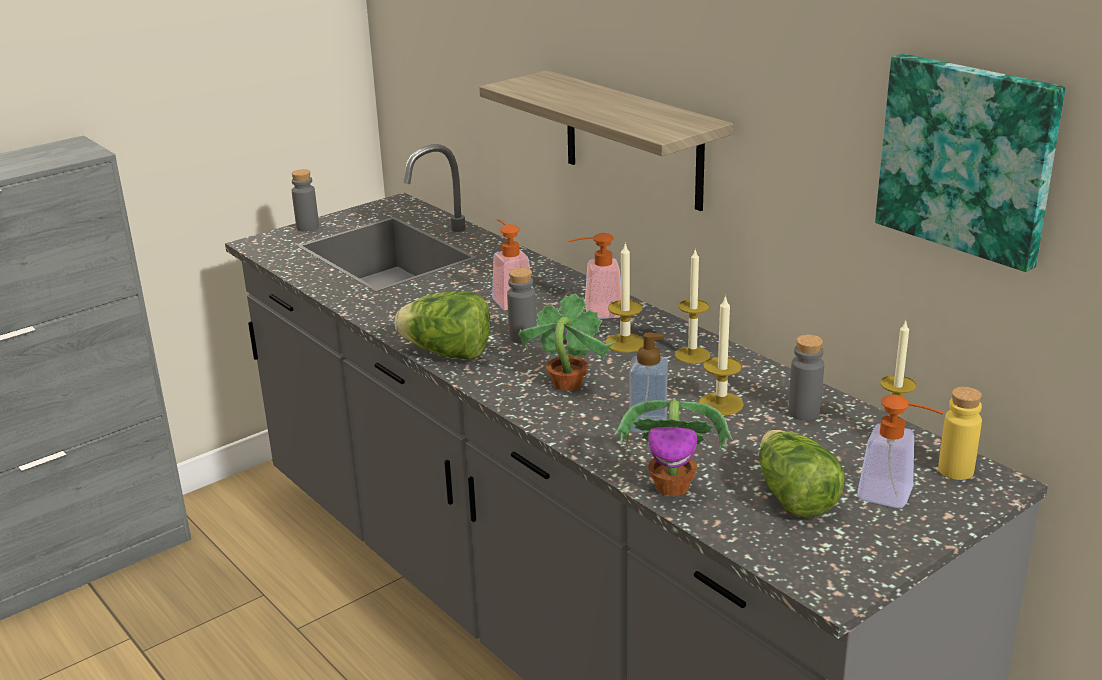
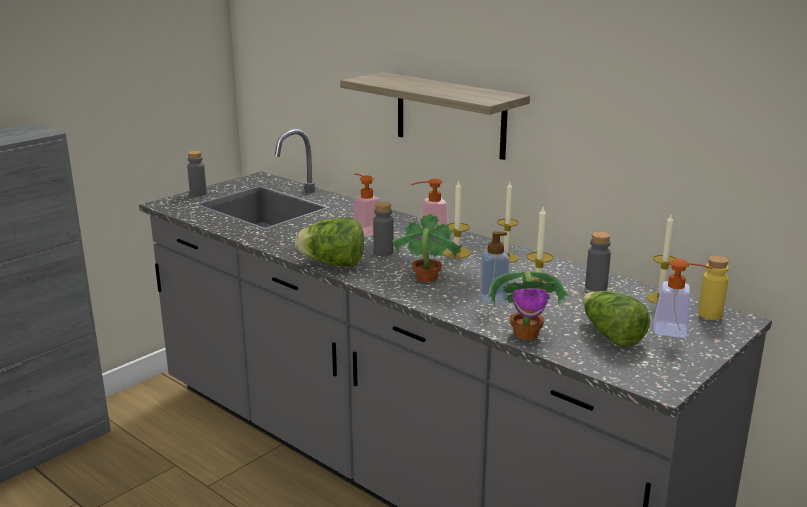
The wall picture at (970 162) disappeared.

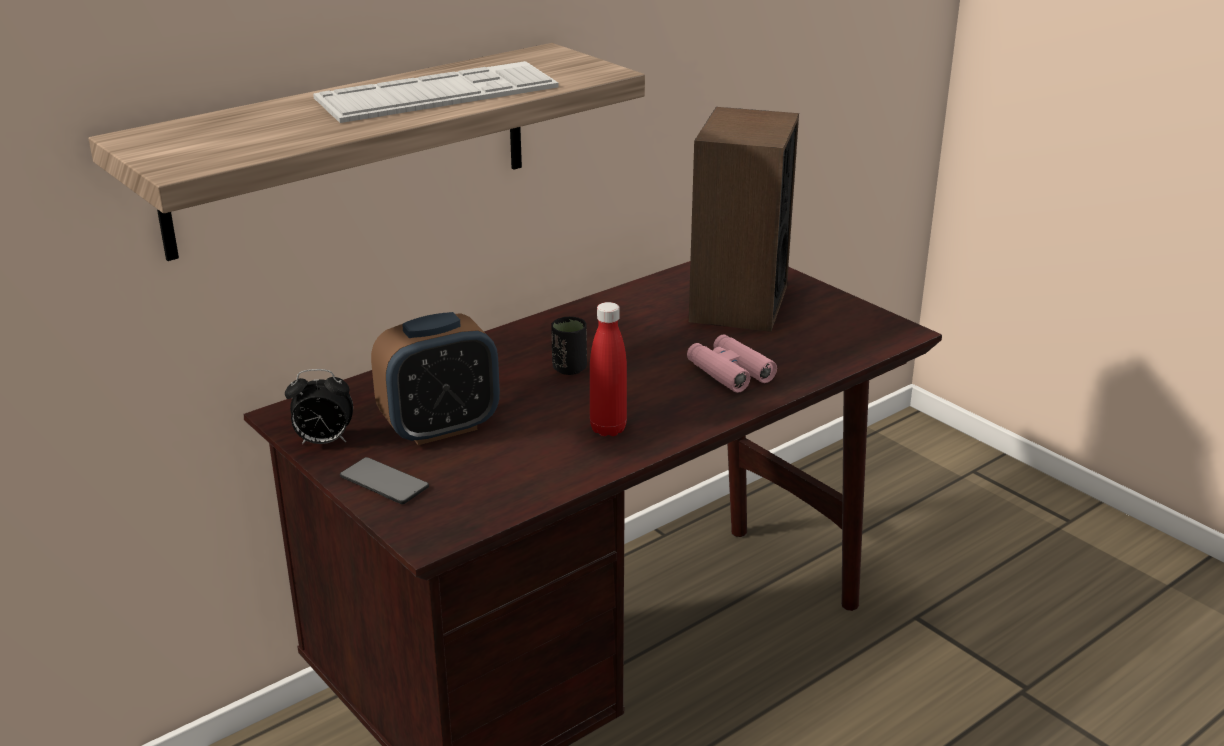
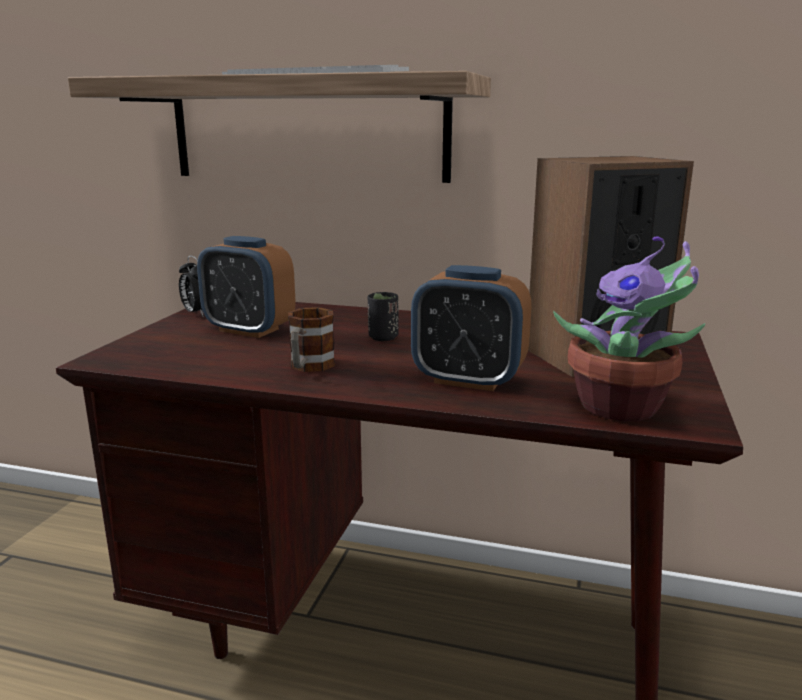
The red beverage bottle at (608 369) was replaced by the tea mug at (311 339).
The pink pair of binoculars at (732 363) was replaced by the bedside clock at (471 328).
The handset at (384 480) disappeared.
The houseplant at (629 328) appeared.

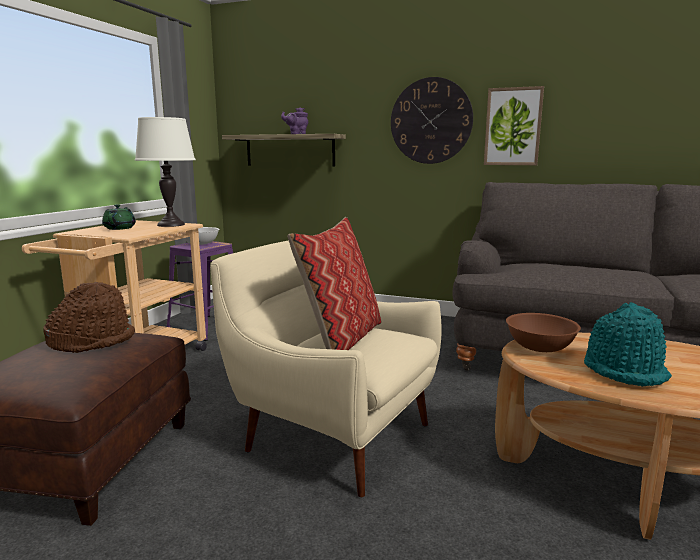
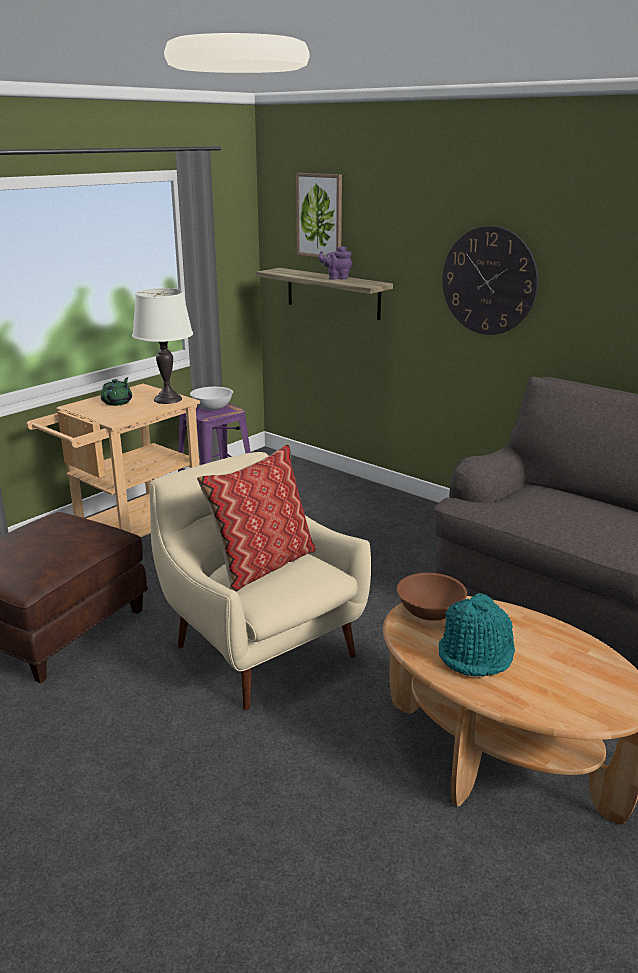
The wall picture moved from (514 125) to (319 215).
The brownish hat at (89 317) disappeared.

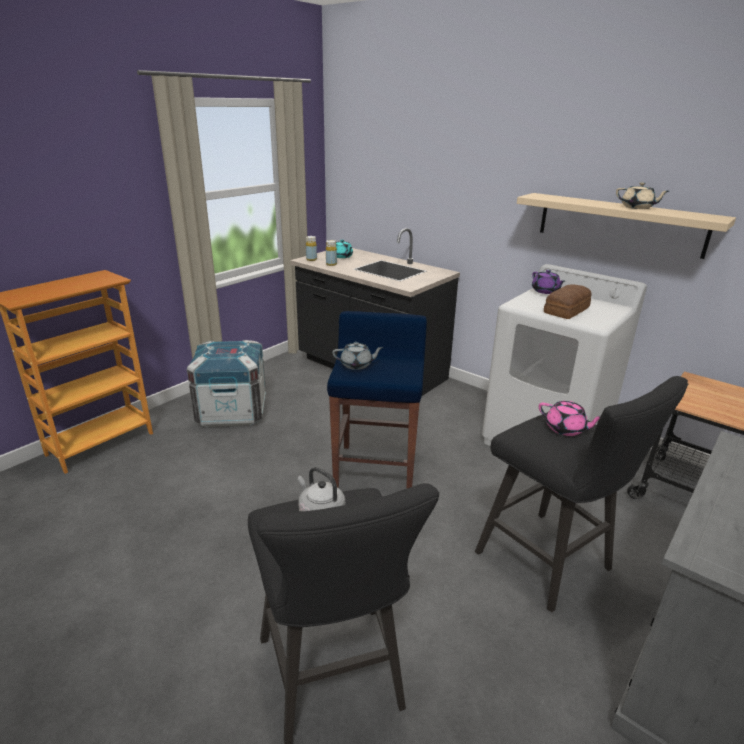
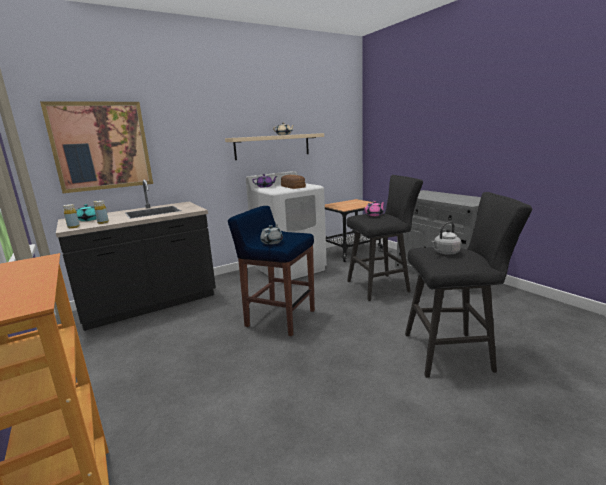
The shipping crate at (226 383) disappeared.
The wall picture at (96 147) appeared.

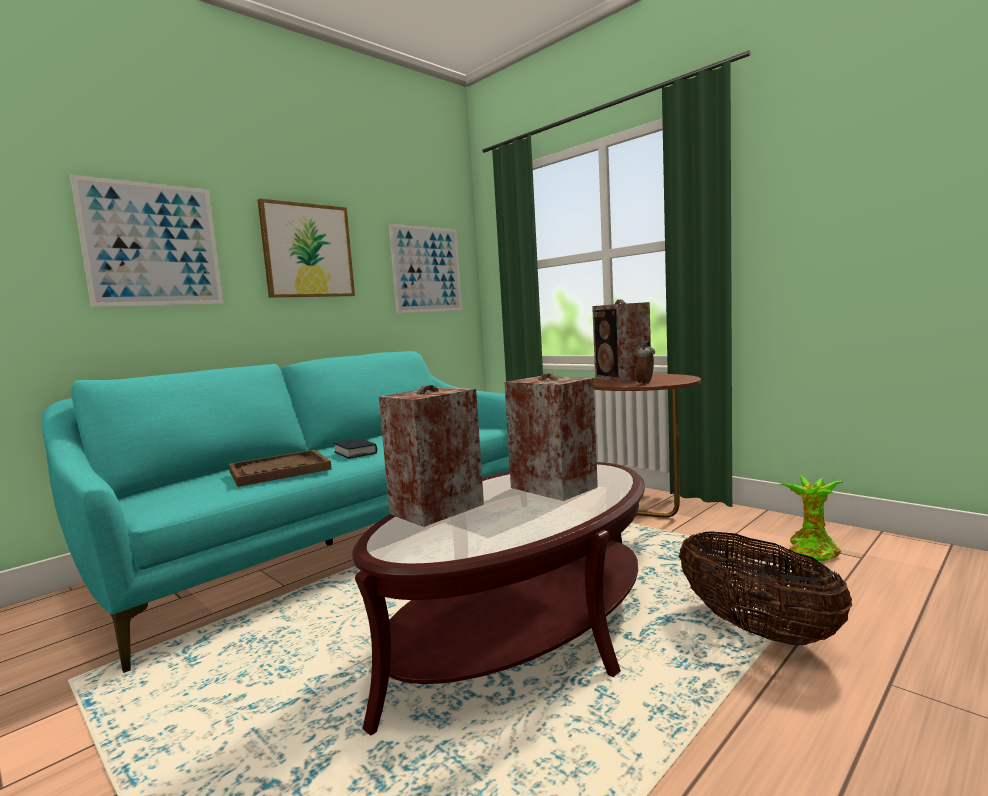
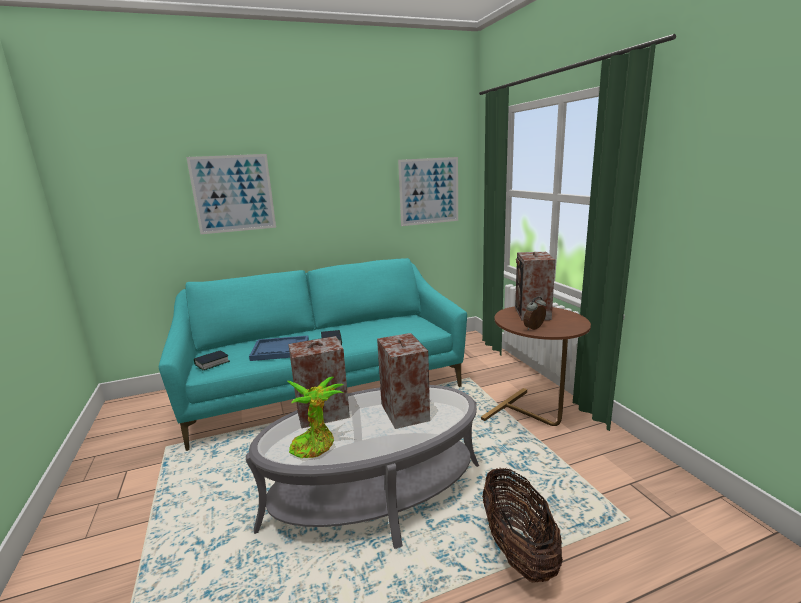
The wall picture at (306 248) disappeared.
The brownish serving tray at (280 468) became the blue-coloured serving tray at (279 348).
The brownish low table at (498 599) became the greyish low table at (362 467).
The houseplant moved from (812 518) to (315 417).
The volume at (212 360) appeared.

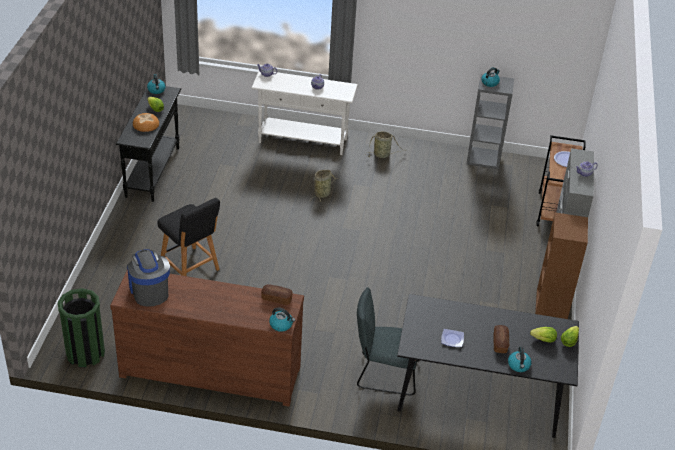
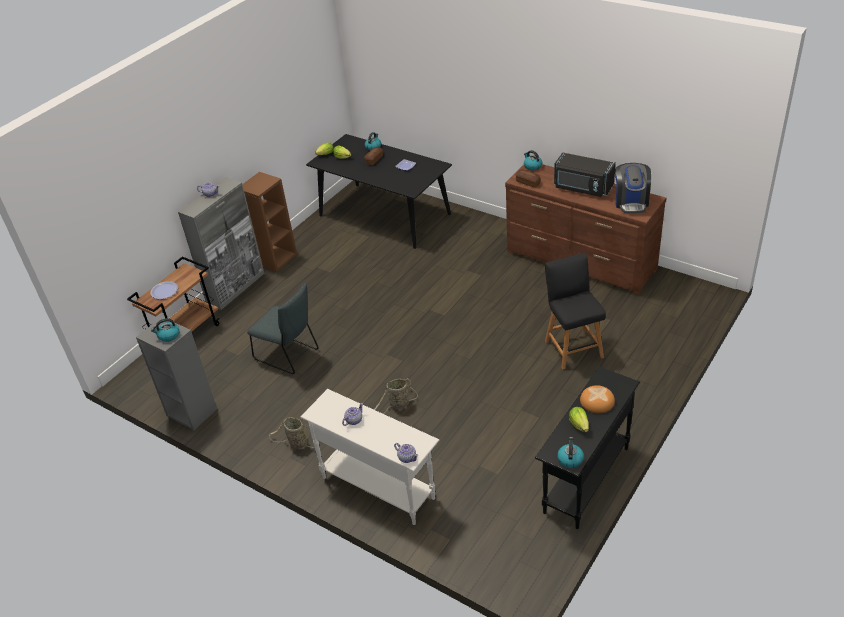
The greyish upright chair moved from (388 341) to (283 328).
The green rubbish bin at (81 327) disappeared.
The black-coloured microwave at (585 174) appeared.

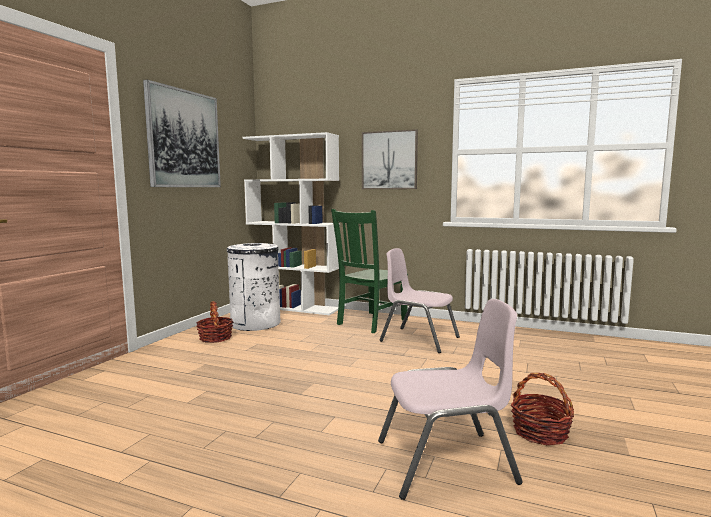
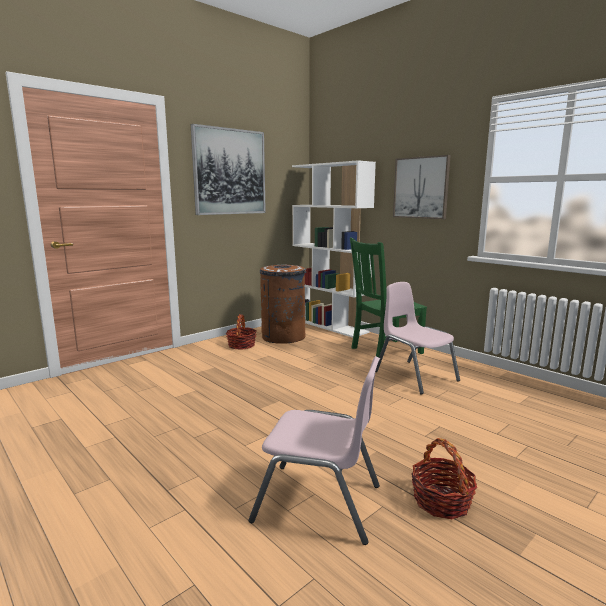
The whitish rubbish bin at (254 287) became the brownish rubbish bin at (283 304).

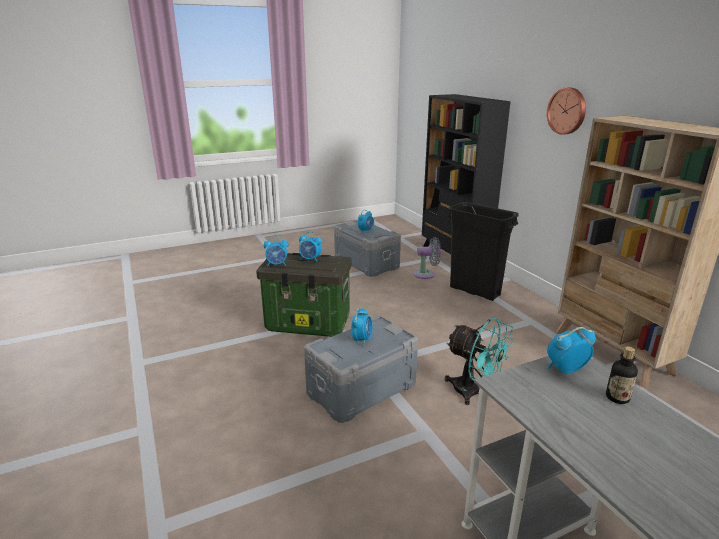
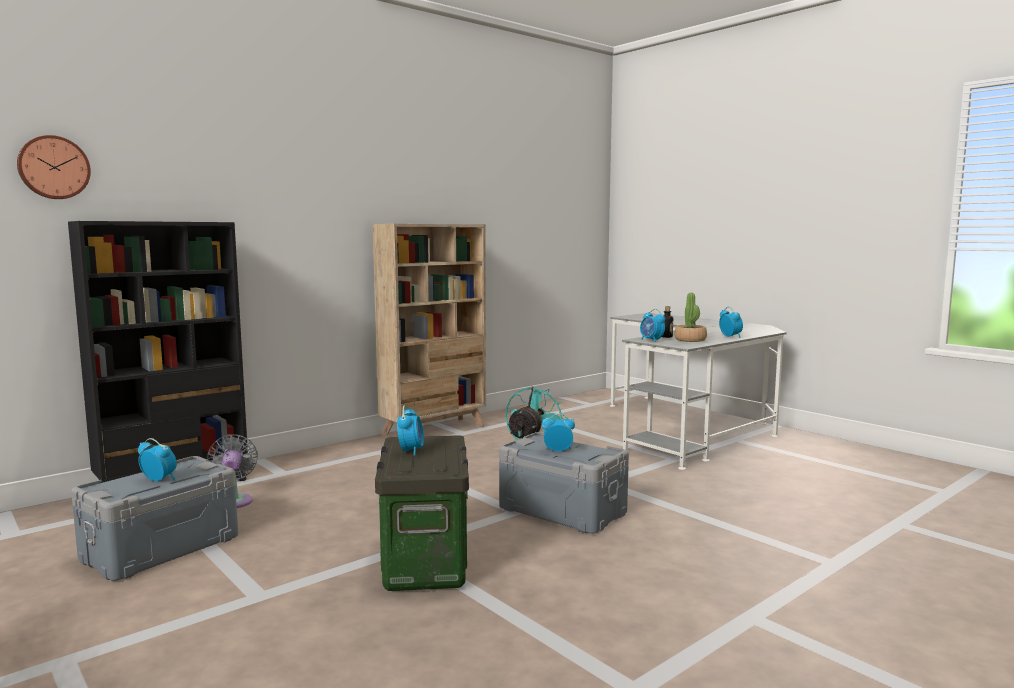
The clock on the wall moved from (566 111) to (54 167).
The black-coloured rubbish bin at (483 251) disappeared.
The bedside clock moved from (276 251) to (731 322).
The houseplant at (690 317) appeared.

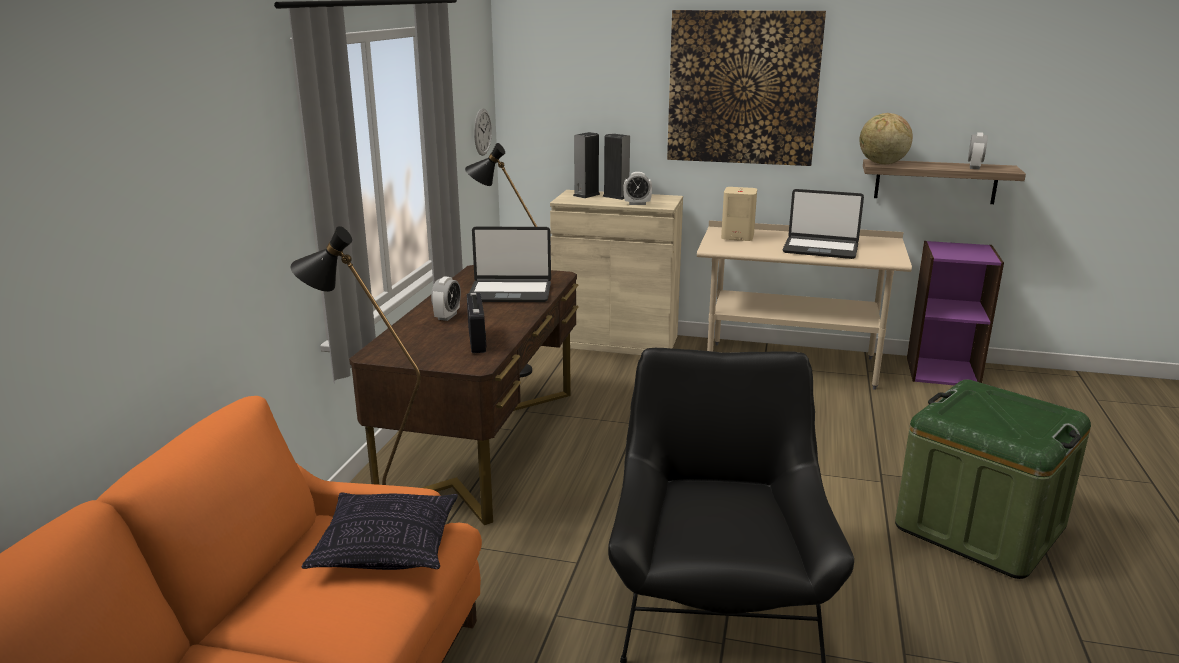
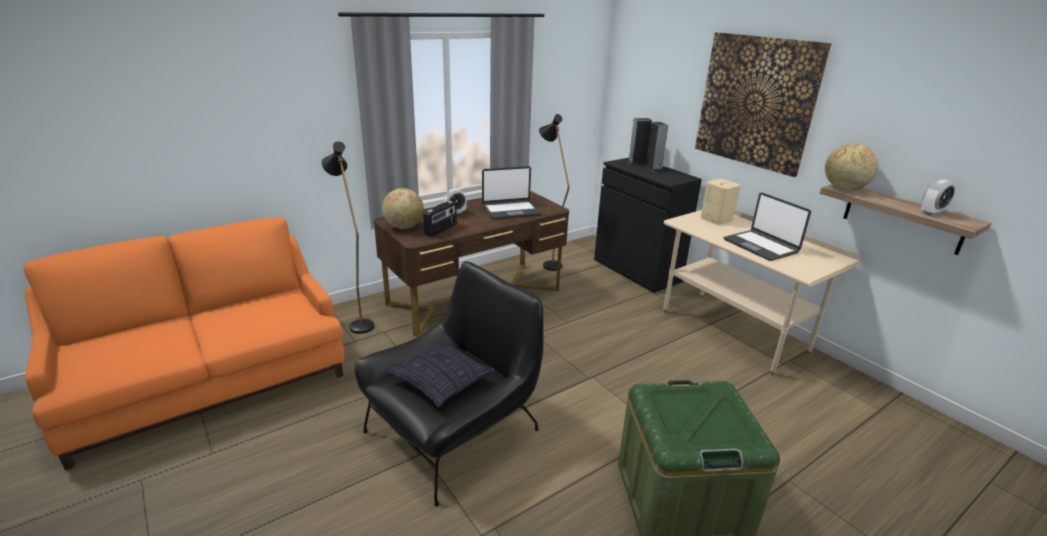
The clock on the wall at (483 132) disappeared.
The bedside clock at (638 188) disappeared.
The beige storage cabinet at (616 272) became the black-coloured storage cabinet at (648 225).
The notebook computer at (510 264) turned 60 degrees counterclockwise.
The purple shelving unit at (955 313) disappeared.
The pillow moved from (380 531) to (441 374).
The desk globe at (403 208) appeared.

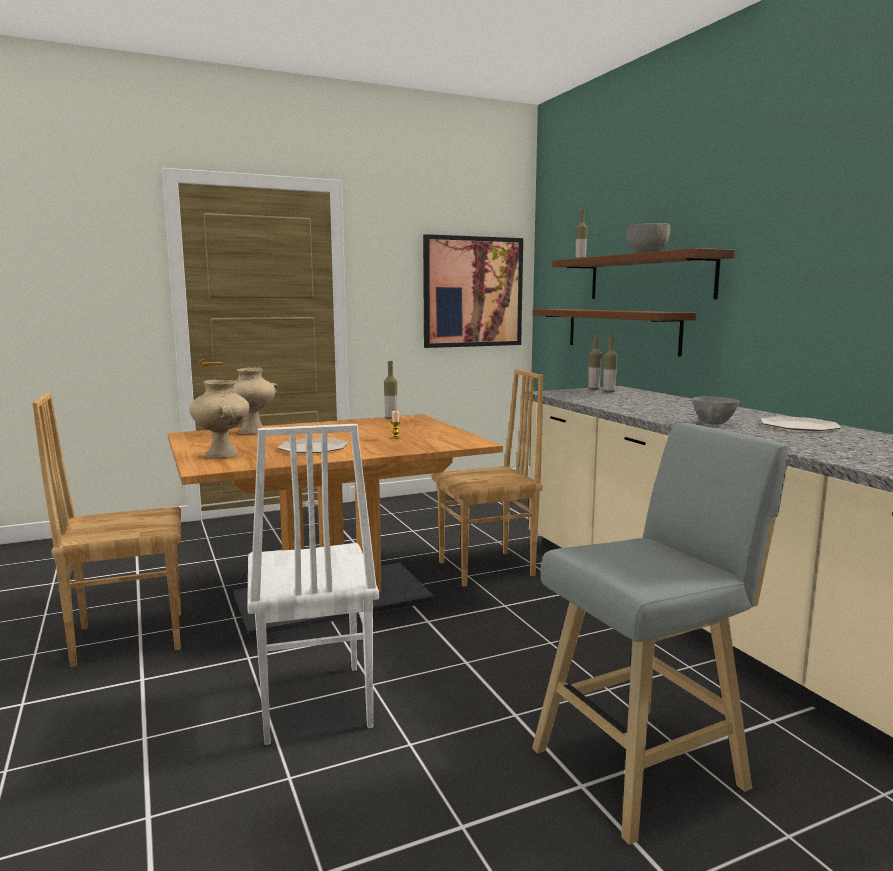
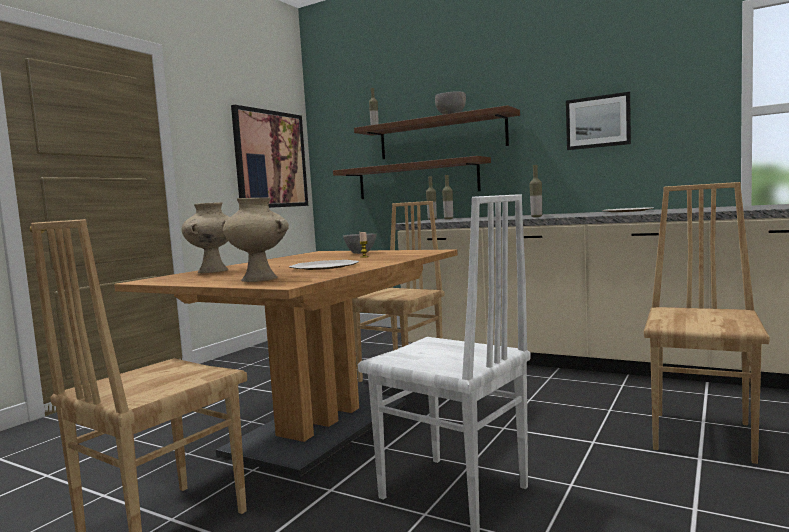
The beverage bottle moved from (390 390) to (535 191).
The greyish deep dish moved from (716 410) to (360 243).
The greyish sitting stool at (660 634) was replaced by the brownish upright chair at (706 323).
The wall picture at (598 121) appeared.

